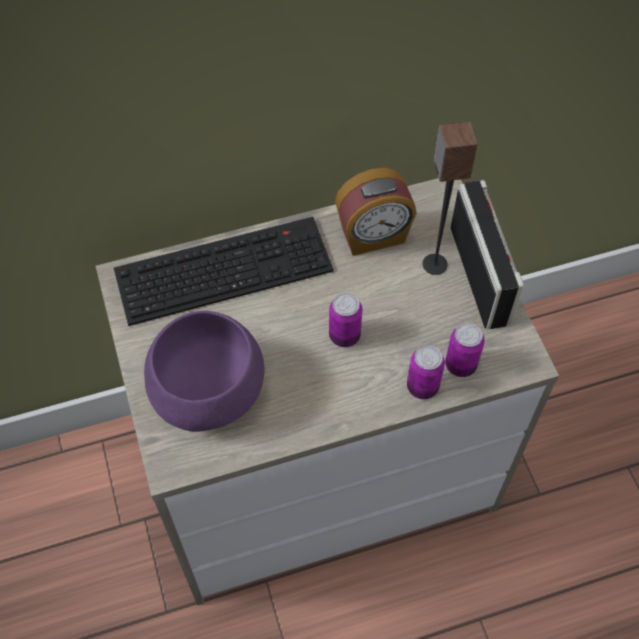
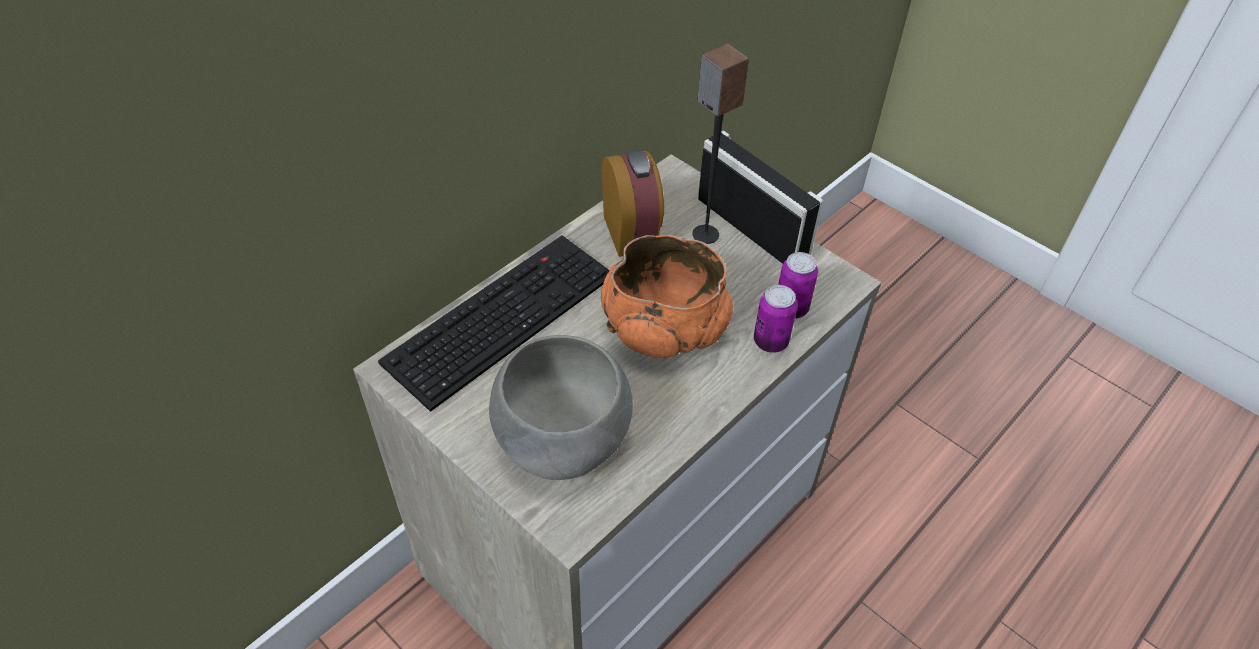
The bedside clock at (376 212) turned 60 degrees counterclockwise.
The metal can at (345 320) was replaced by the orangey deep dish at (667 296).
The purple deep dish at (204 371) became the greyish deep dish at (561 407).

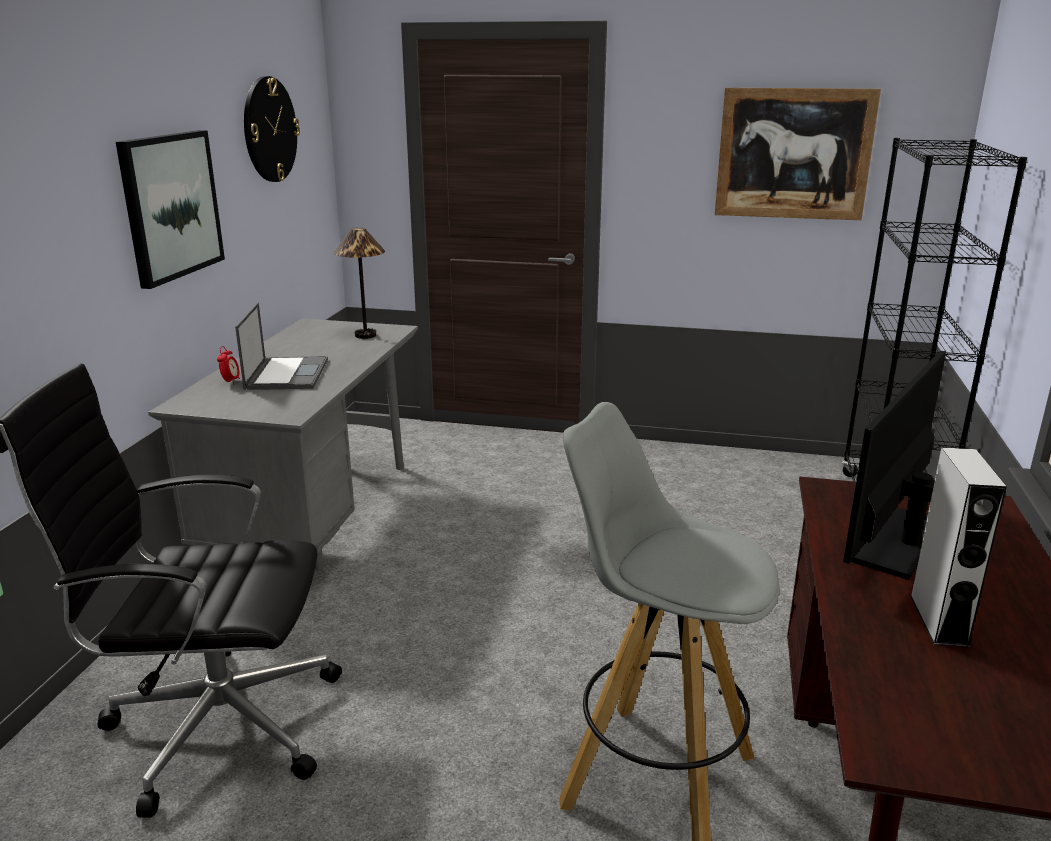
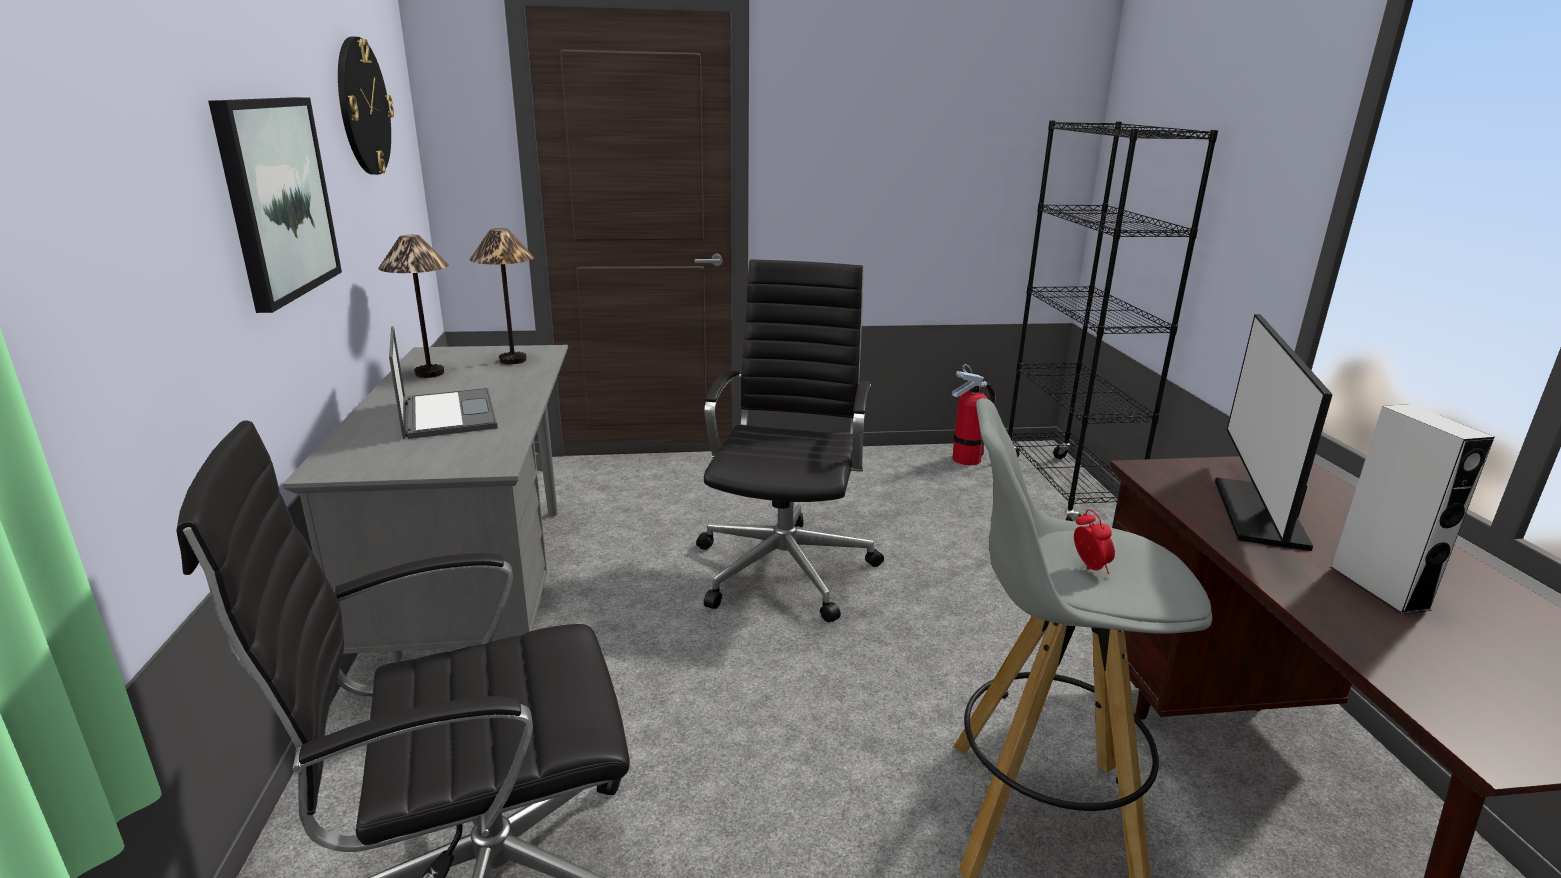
The wall picture at (798 154) disappeared.
The bedside clock moved from (228 365) to (1094 541).
The table lamp at (413 306) appeared.
The black-coloured computer chair at (790 440) appeared.
The extinguisher at (974 414) appeared.

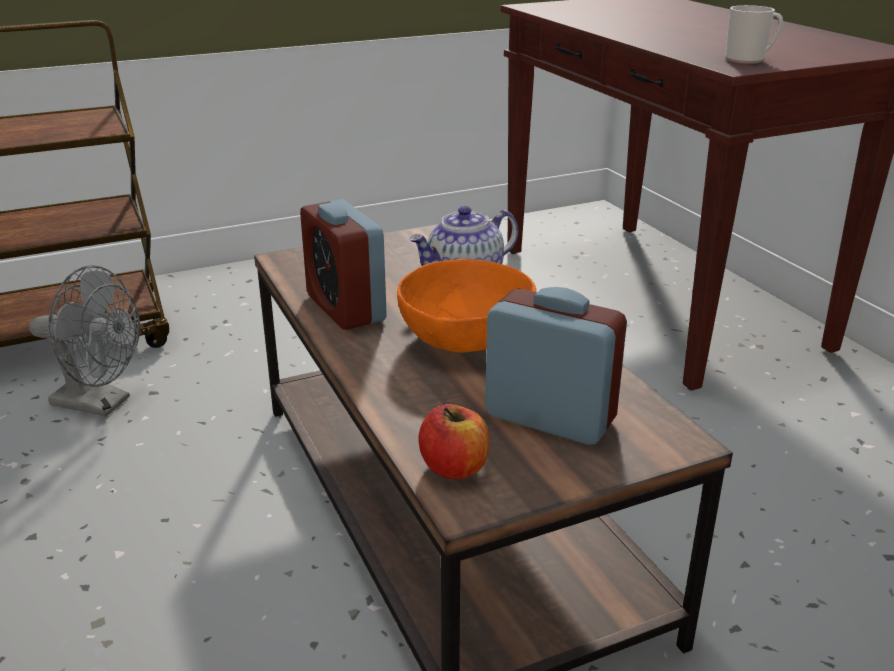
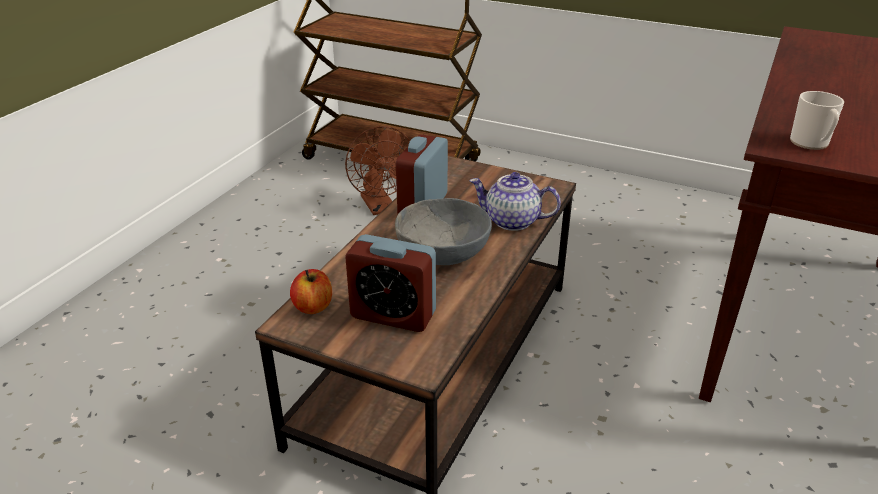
The orangey deep dish at (466 306) became the greyish deep dish at (443 231).
The greyish cooling fan at (84 341) became the brownish cooling fan at (377 170).
The bedside clock at (556 366) turned 120 degrees clockwise.

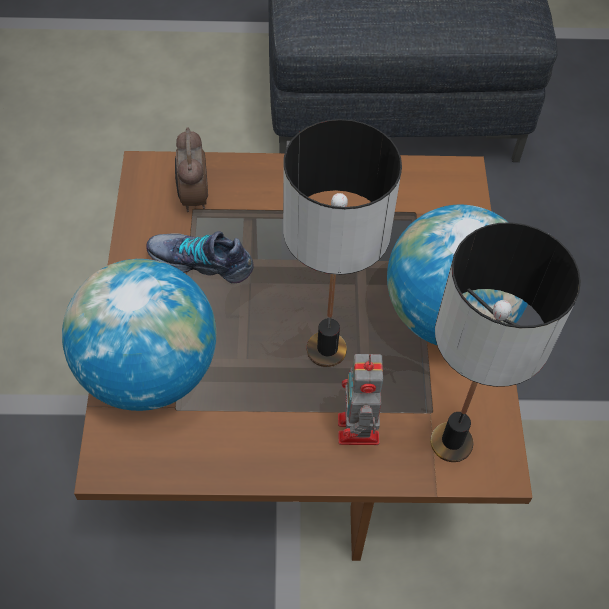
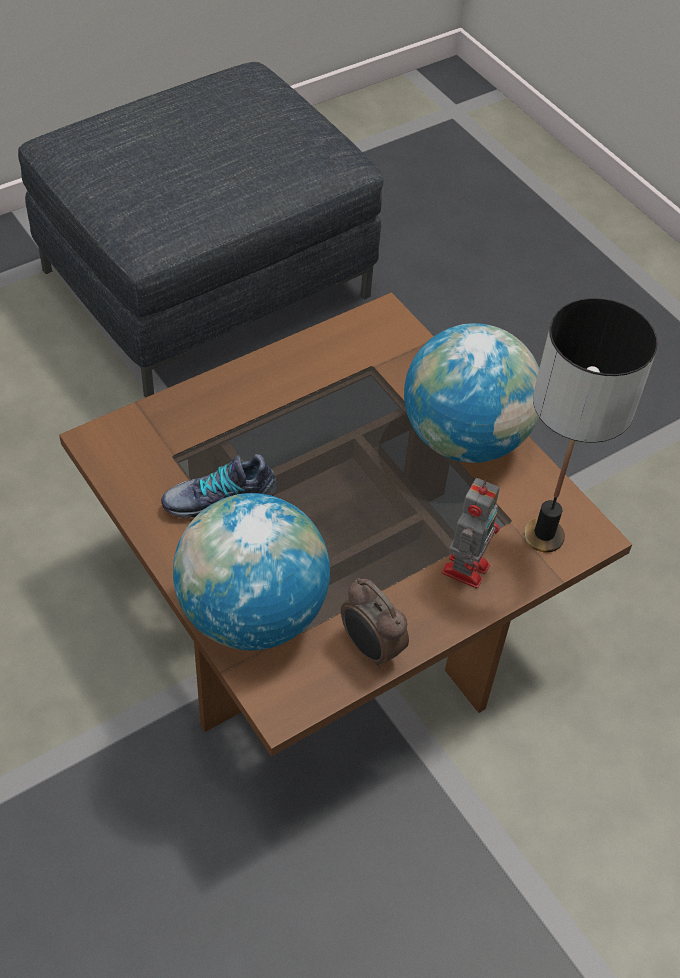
The table lamp at (342 243) disappeared.
The bedside clock moved from (191 170) to (375 623).
The toy robot at (360 399) turned 120 degrees counterclockwise.

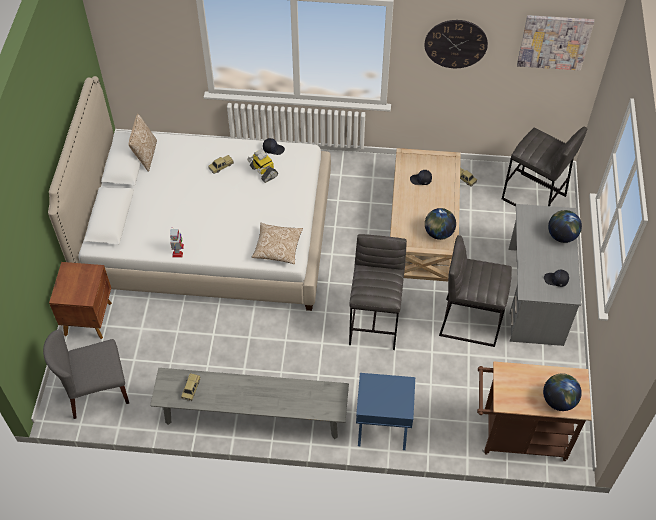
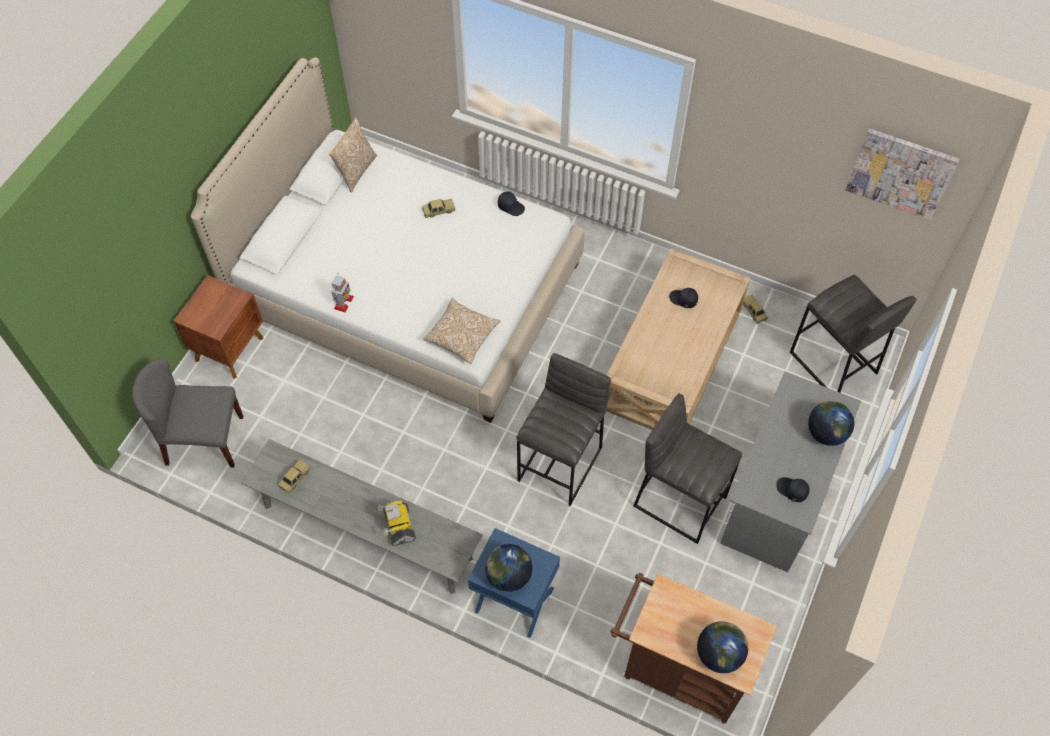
The clock on the wall at (456 44) disappeared.
The toy robot moved from (262 166) to (397 523).
The desk globe moved from (440 224) to (508 568).

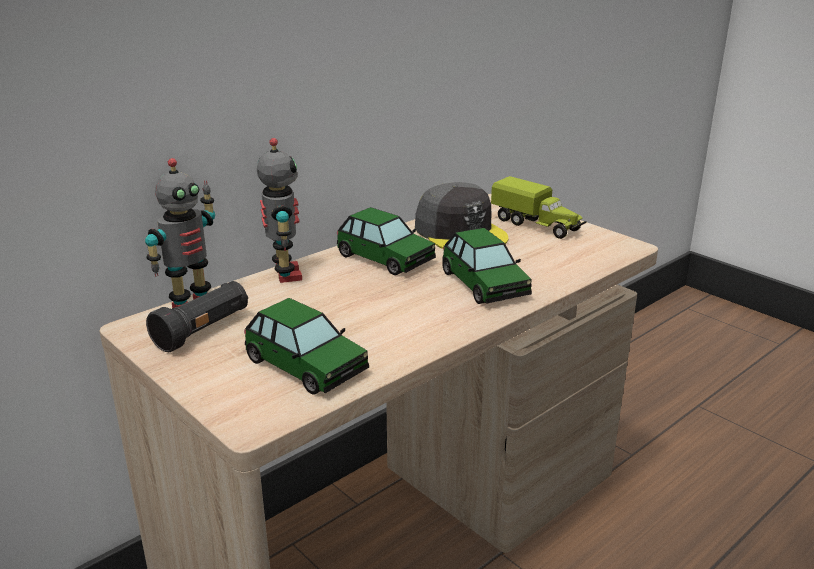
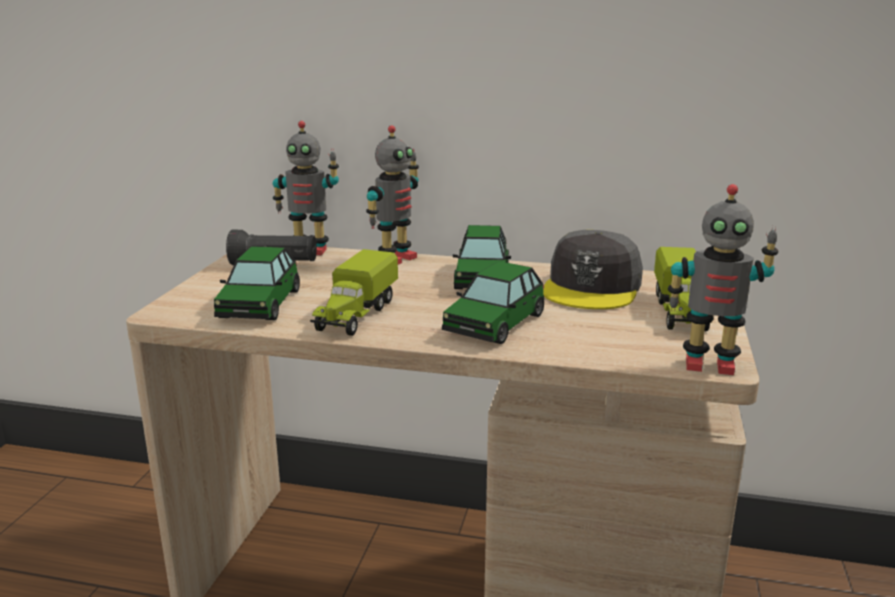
The toy robot at (723 279) appeared.
The toy lorry at (354 292) appeared.

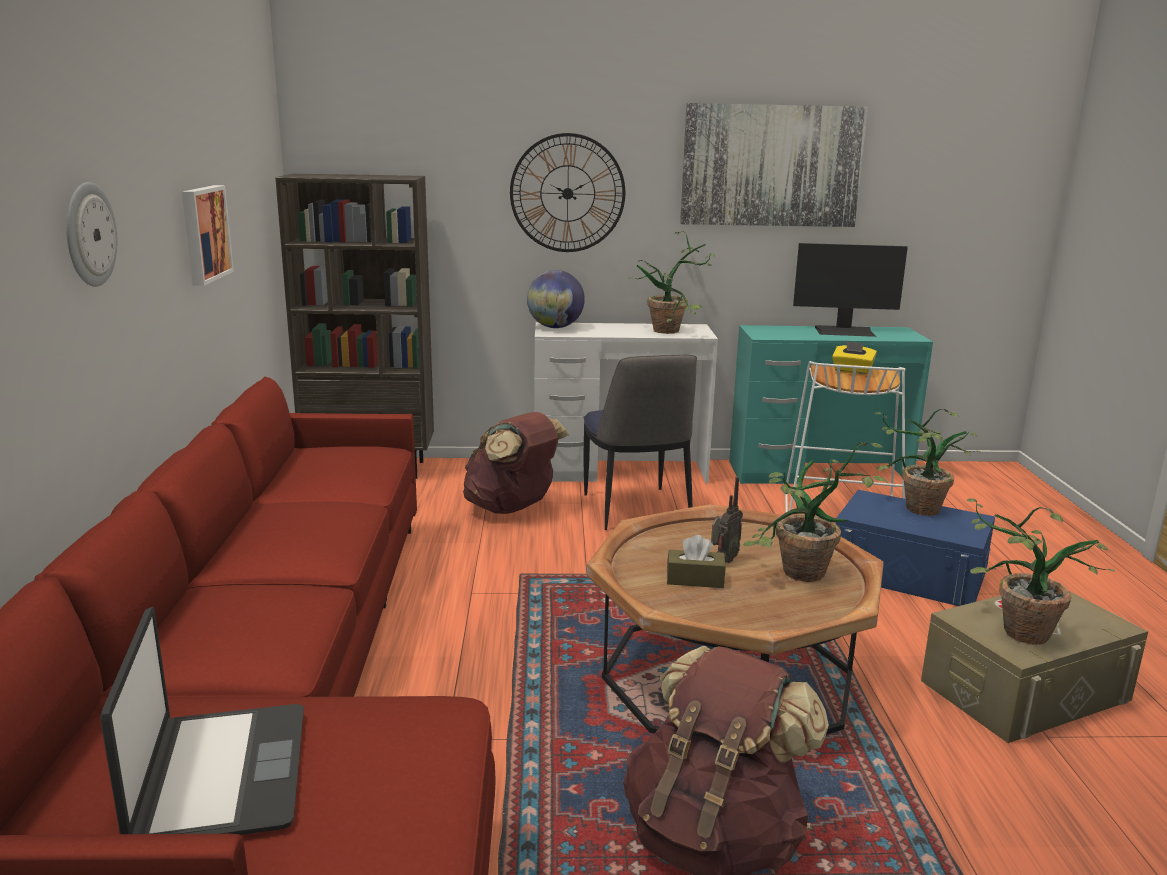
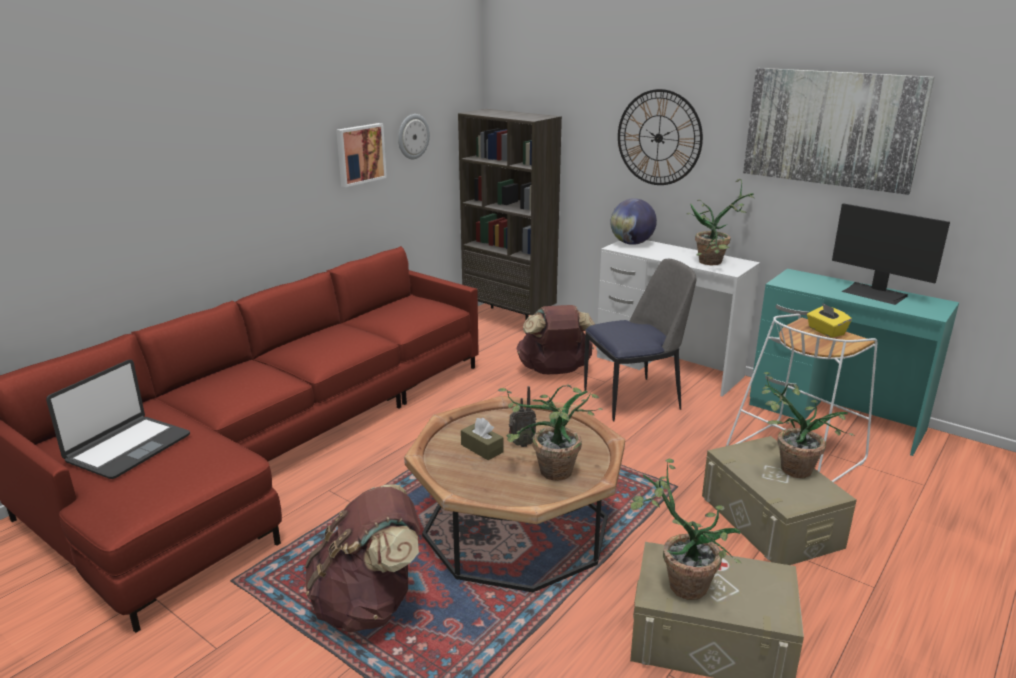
The clock on the wall moved from (91 234) to (414 136).
The upright chair at (640 442) turned 135 degrees counterclockwise.
The blue-coloured storage bin at (915 548) became the beige storage bin at (779 500).

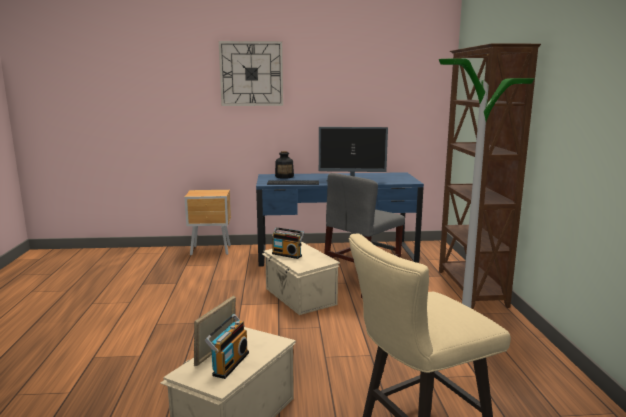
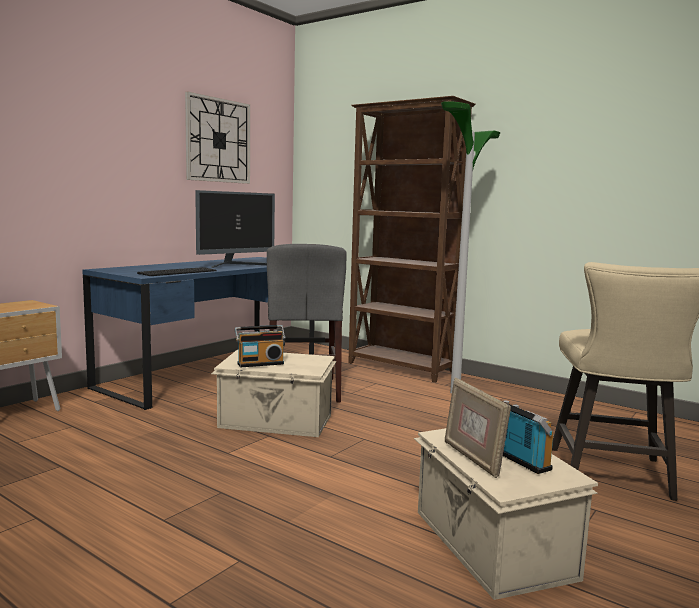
The clock on the wall moved from (251 73) to (217 137).
The beverage bottle at (284 165) disappeared.

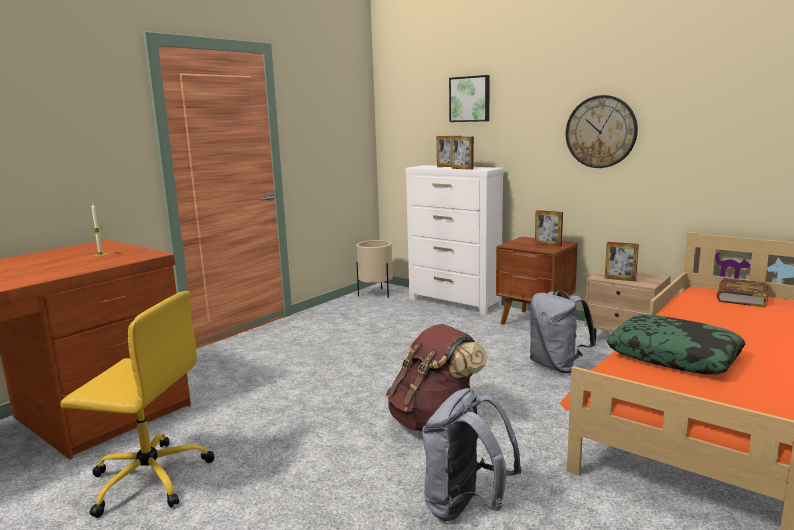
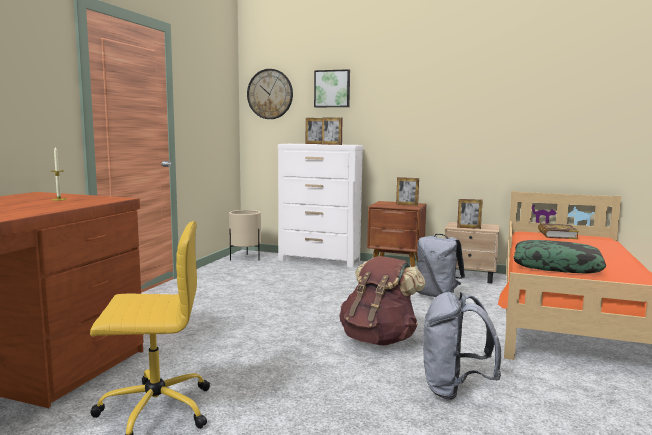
The clock on the wall moved from (602 131) to (270 94).

